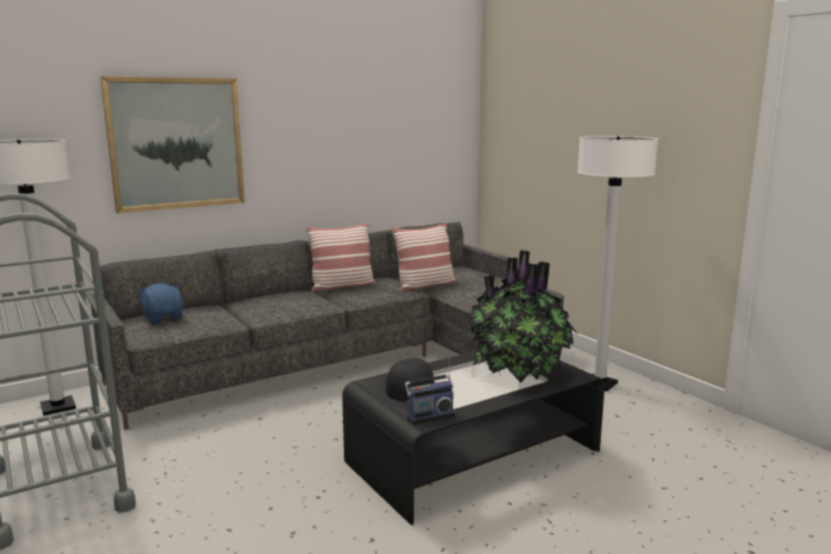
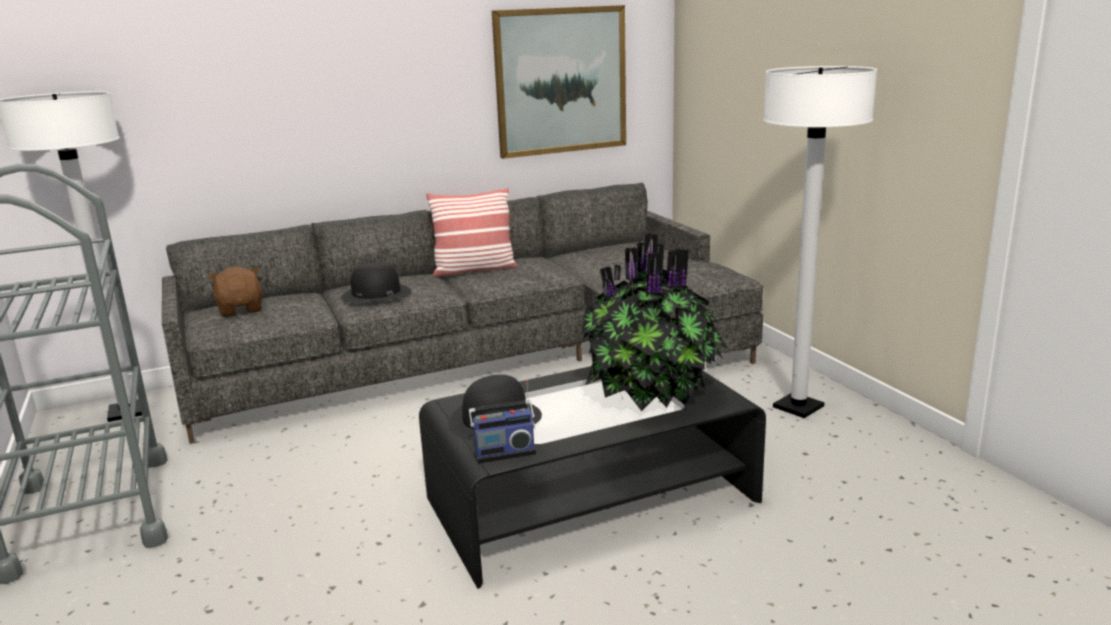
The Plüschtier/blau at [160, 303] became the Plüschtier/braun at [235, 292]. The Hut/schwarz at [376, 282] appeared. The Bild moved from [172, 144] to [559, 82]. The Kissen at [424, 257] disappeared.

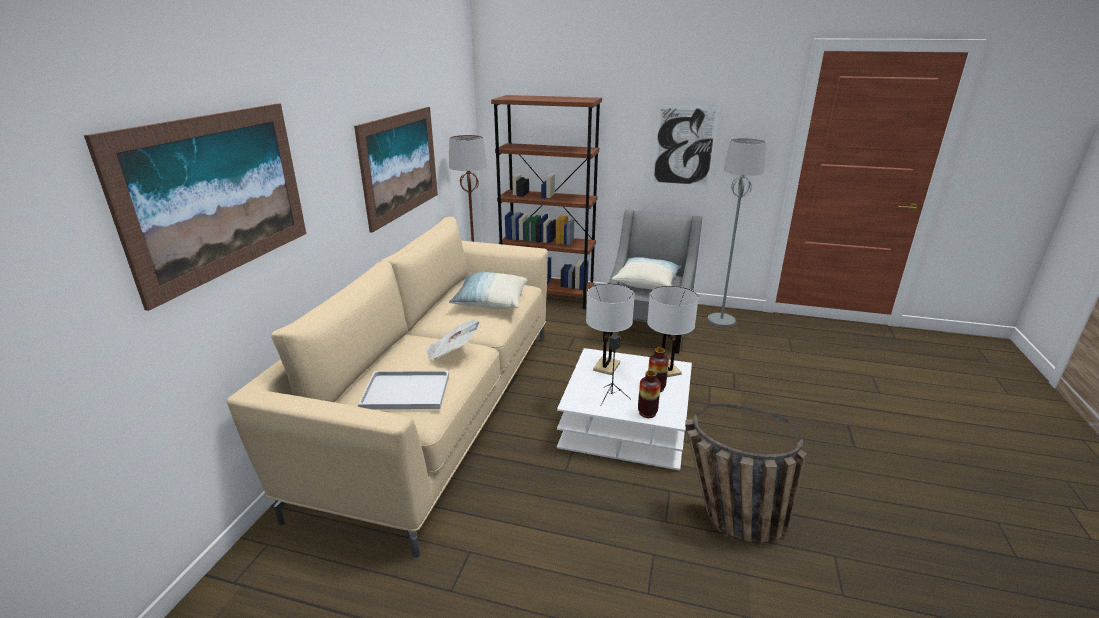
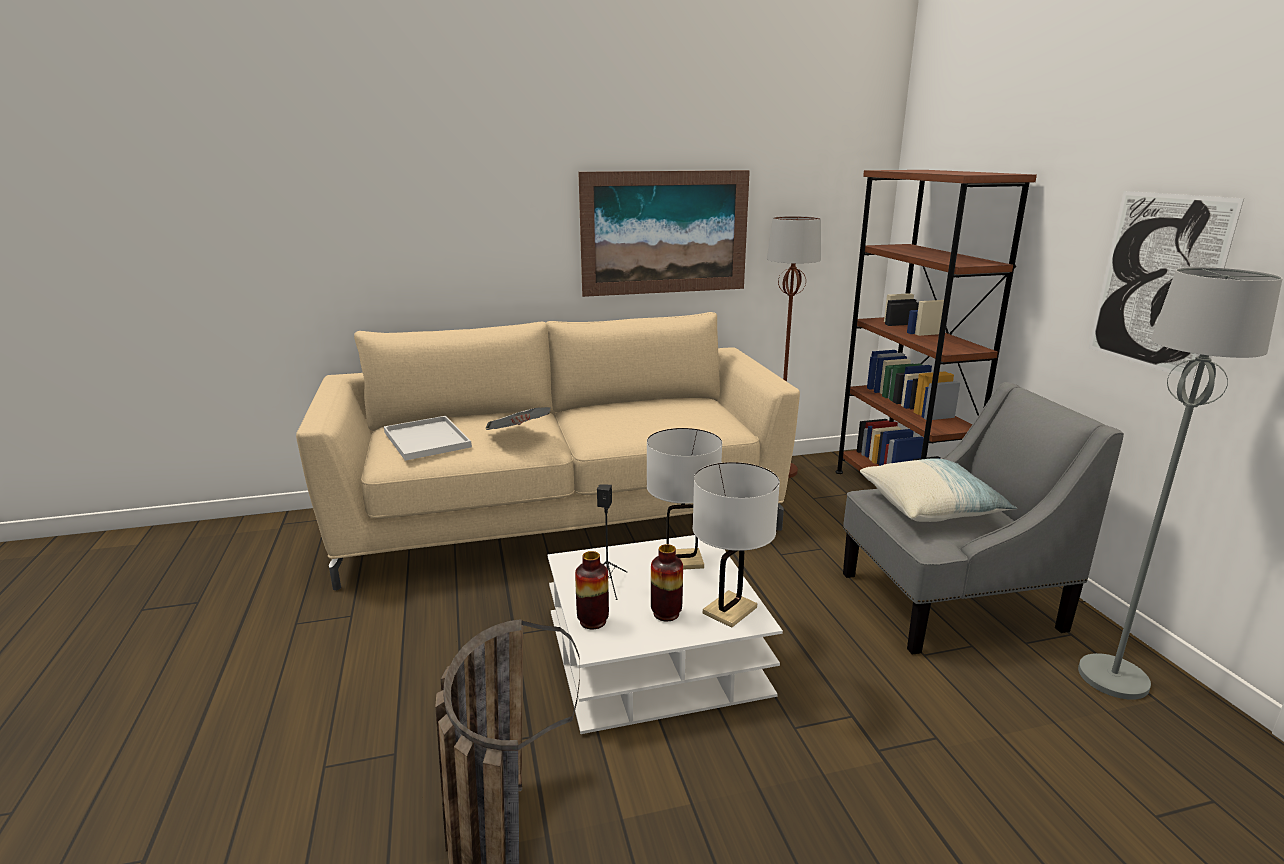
The Bild at [195, 207] disappeared. The Kissen at [488, 291] disappeared.

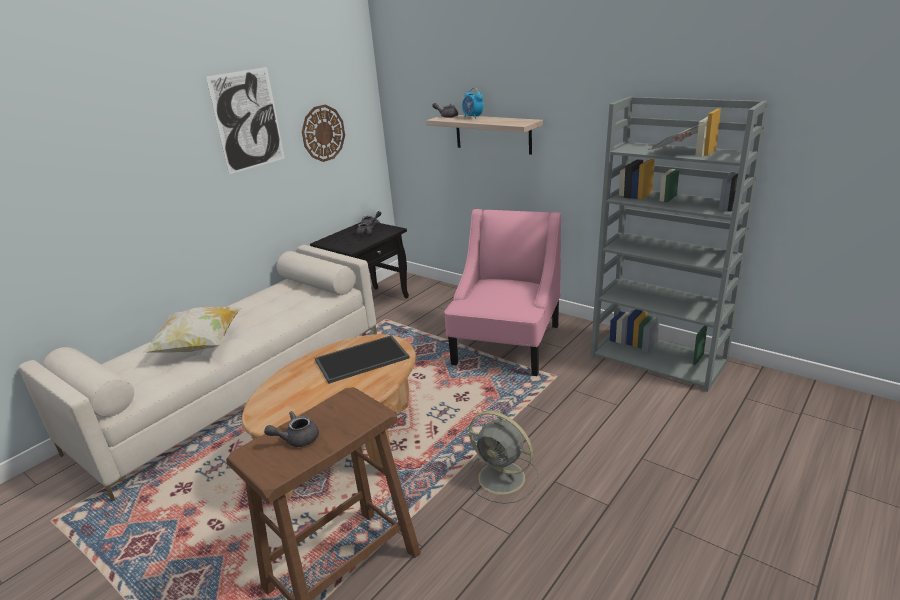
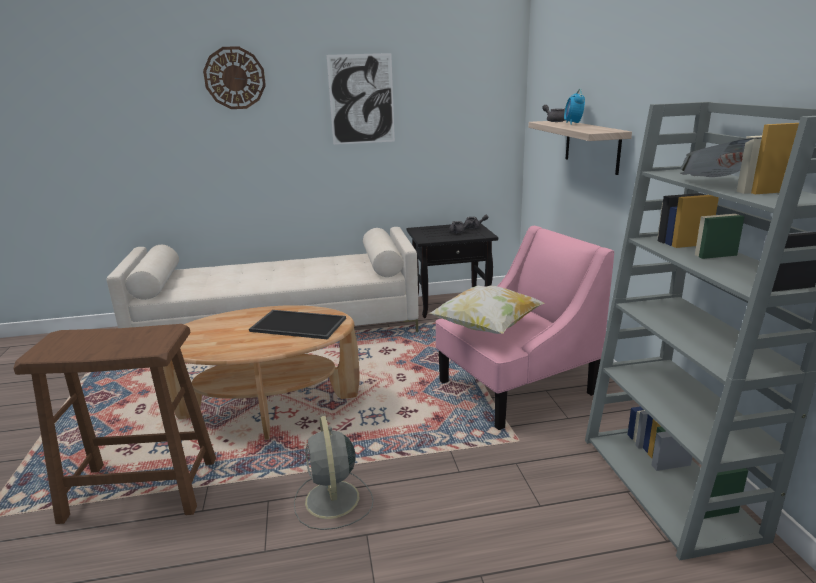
The Wanduhr moved from [323, 133] to [234, 77]. The Kissen moved from [192, 330] to [486, 310]. The Teekanne/grau at [291, 429] disappeared.

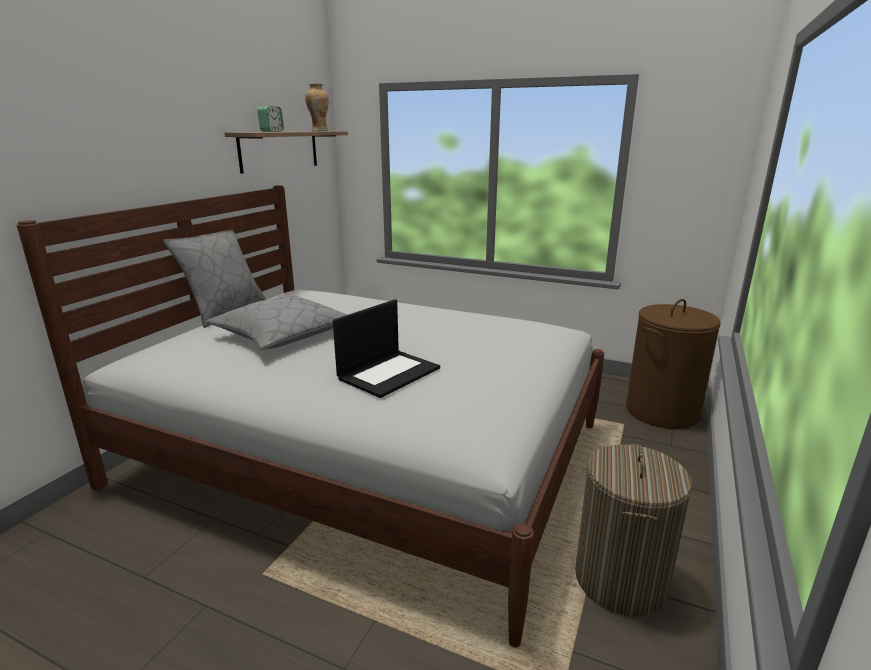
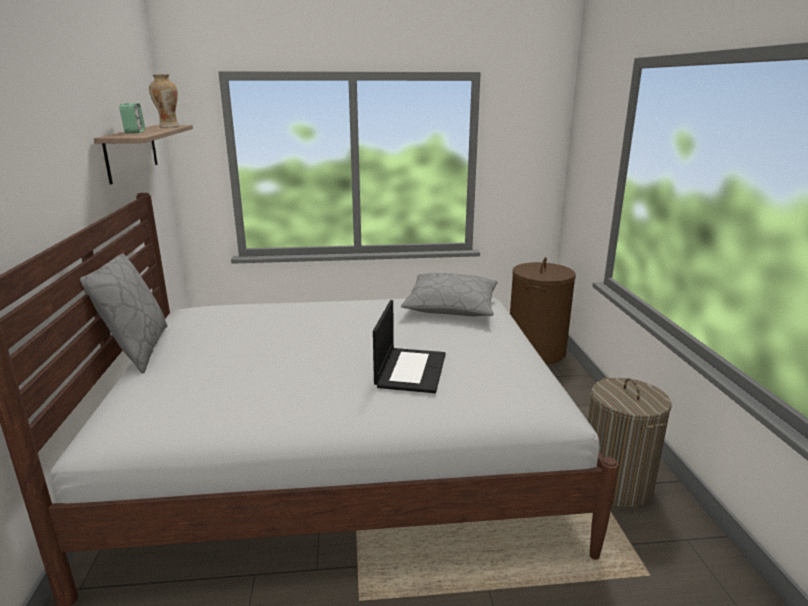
The Kissen/grau moved from [277, 322] to [449, 294].

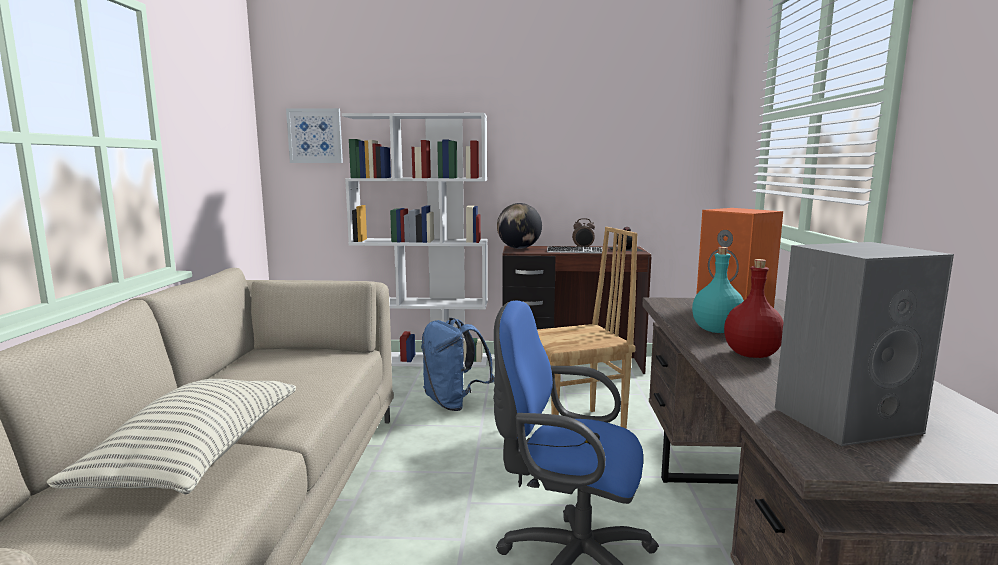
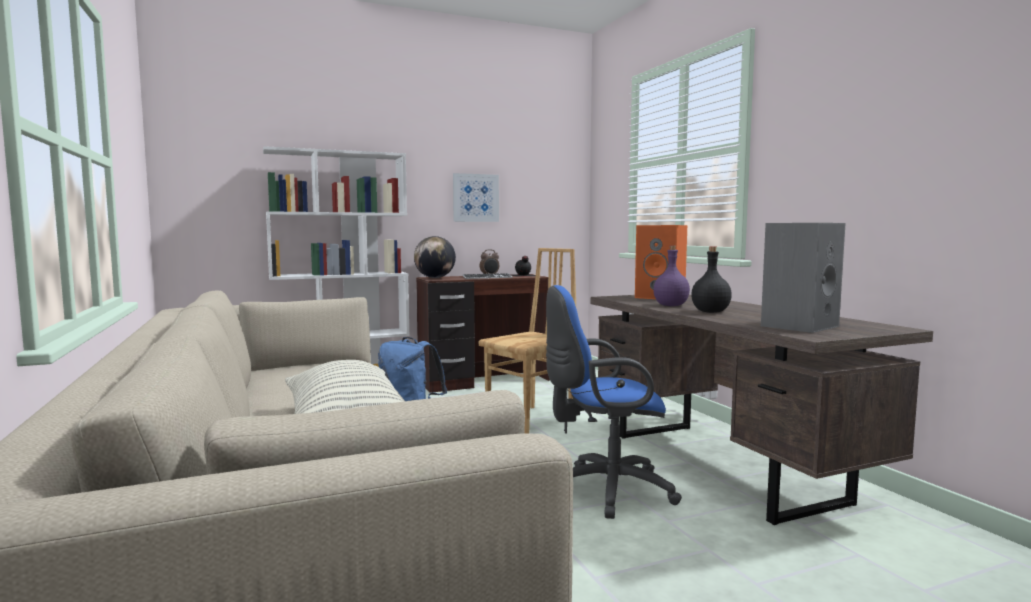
The Bild moved from [314, 135] to [476, 197]. The Flasche/türkis at [718, 290] became the Flasche/lila at [671, 275]. The Flasche/rot at [753, 308] became the Flasche/schwarz at [711, 279].

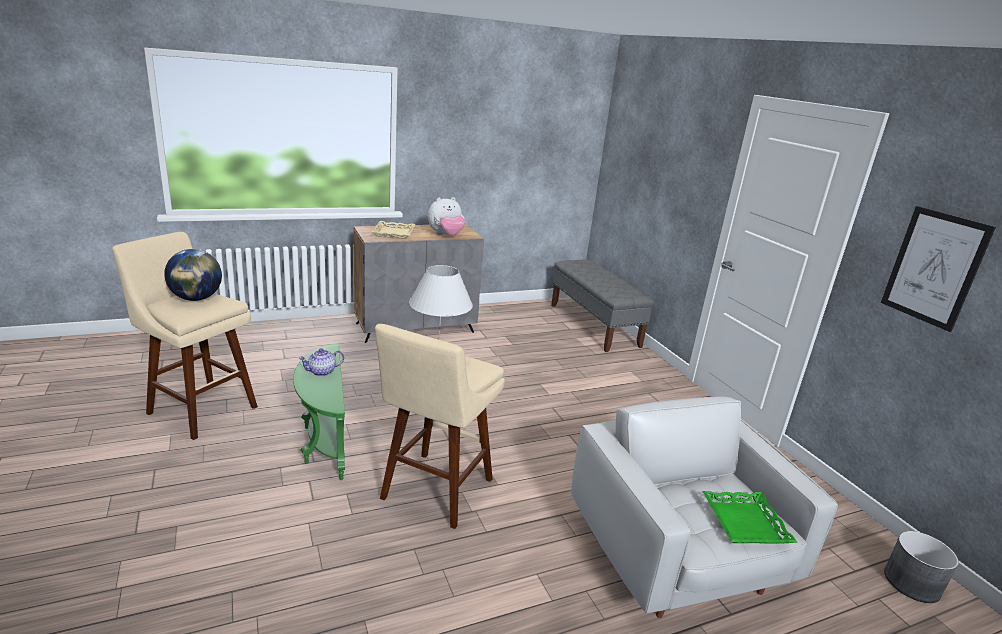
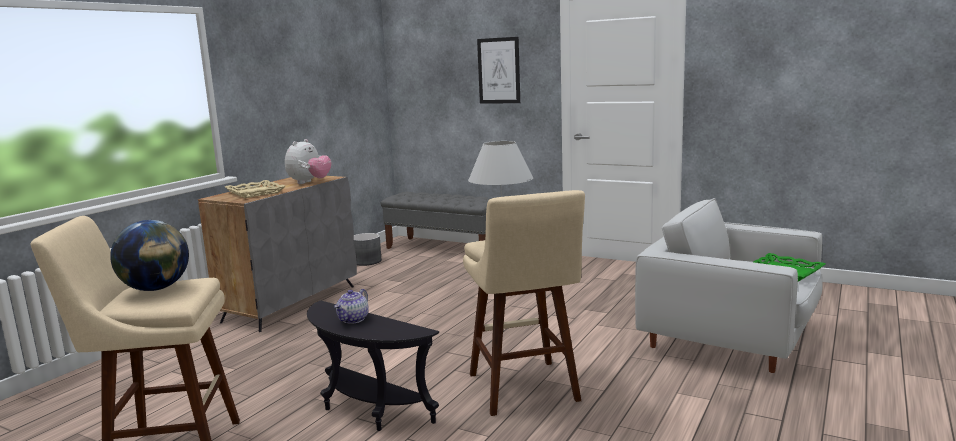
The Beistelltisch/grün at [319, 412] became the Beistelltisch/schwarz at [373, 365]. The Pflanzkübel/grau moved from [921, 567] to [368, 249]. The Bild moved from [938, 269] to [498, 70].

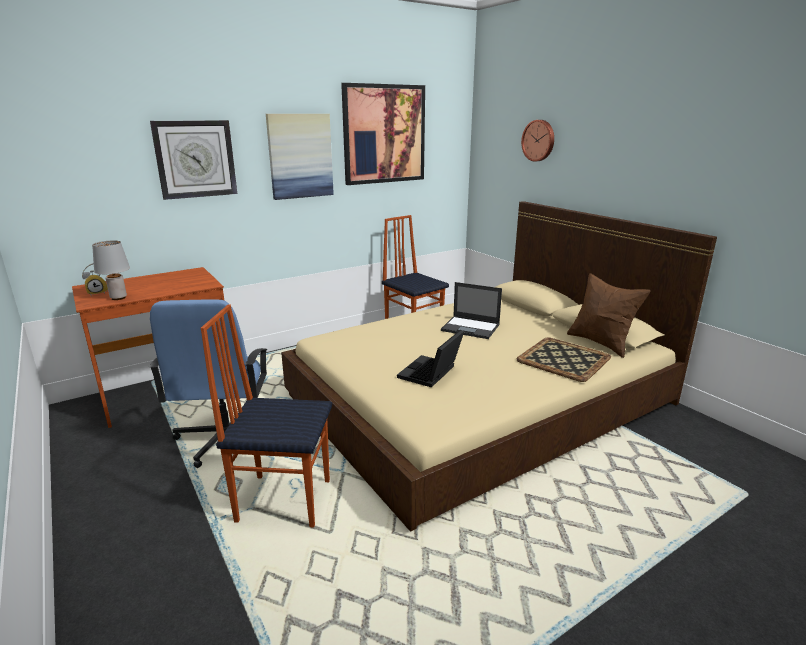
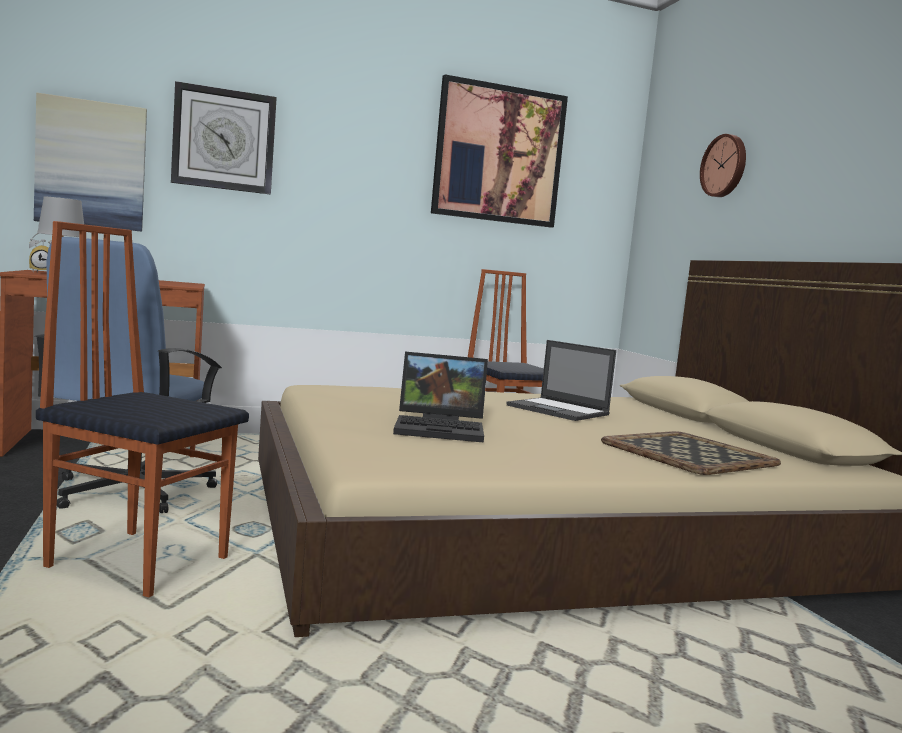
The Bild moved from [300, 157] to [90, 162]. The Laptop at [430, 359] turned 135 degrees counterclockwise. The Kissen/braun at [609, 315] disappeared.

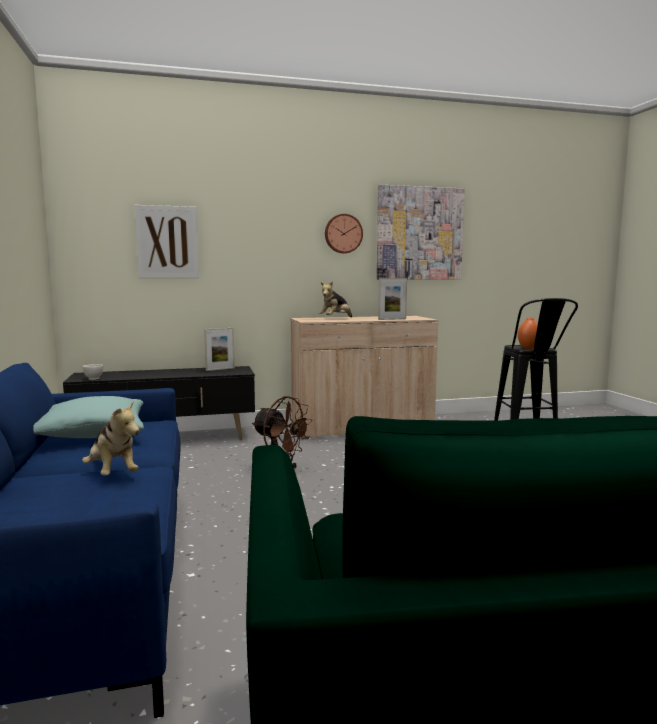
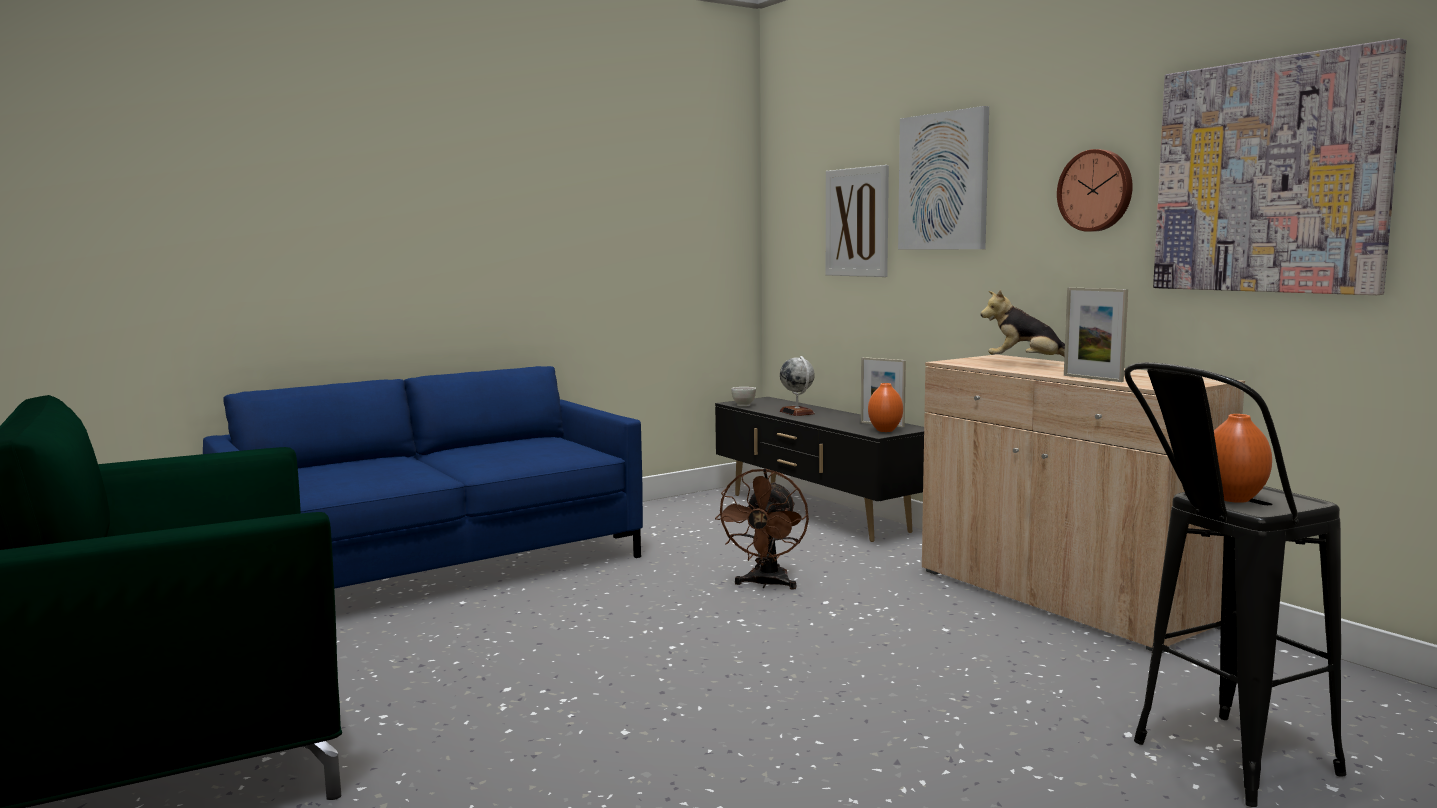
The Globus at [797, 386] appeared. The Vase/orange at [885, 407] appeared. The Bild at [943, 178] appeared. The Kissen/türkis at [88, 417] disappeared. The Plüschtier at [111, 438] disappeared.

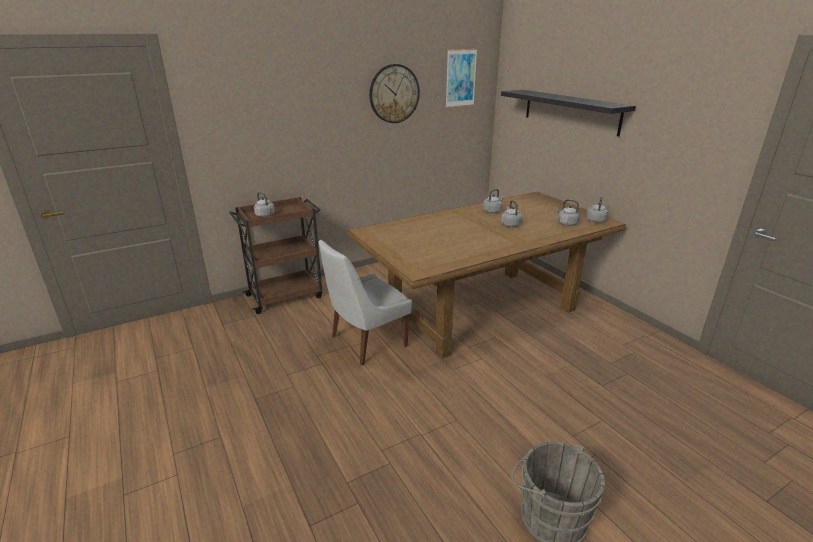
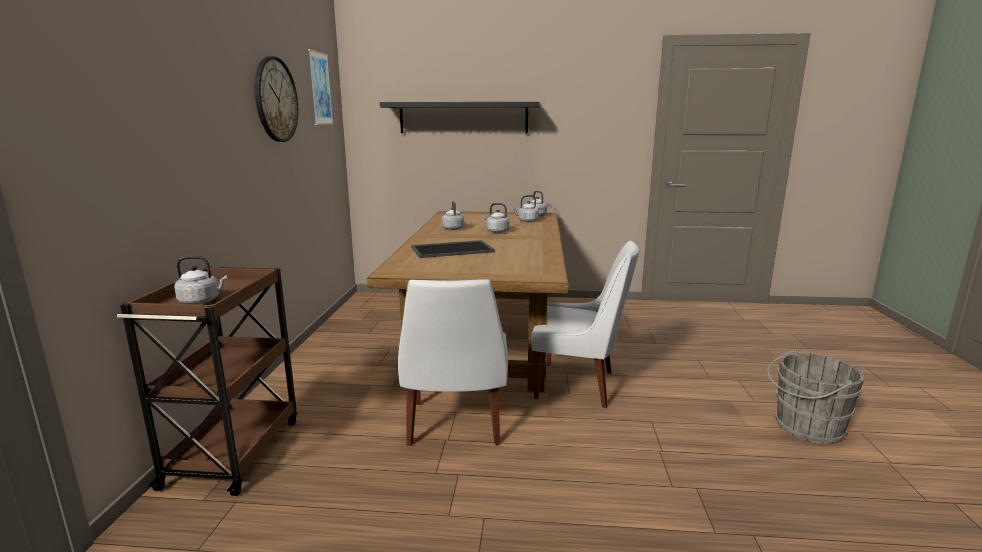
The Tablett at [453, 249] appeared. The Stuhl/weiß at [585, 324] appeared.

